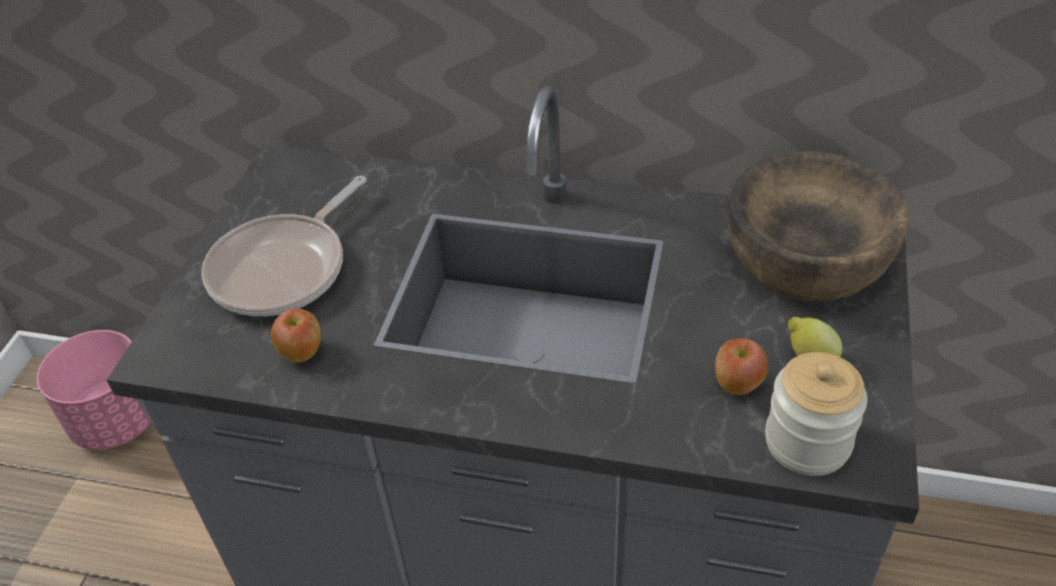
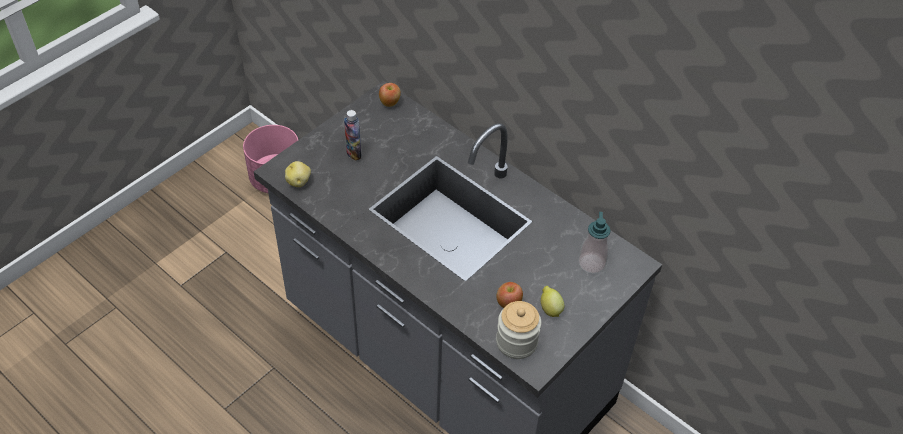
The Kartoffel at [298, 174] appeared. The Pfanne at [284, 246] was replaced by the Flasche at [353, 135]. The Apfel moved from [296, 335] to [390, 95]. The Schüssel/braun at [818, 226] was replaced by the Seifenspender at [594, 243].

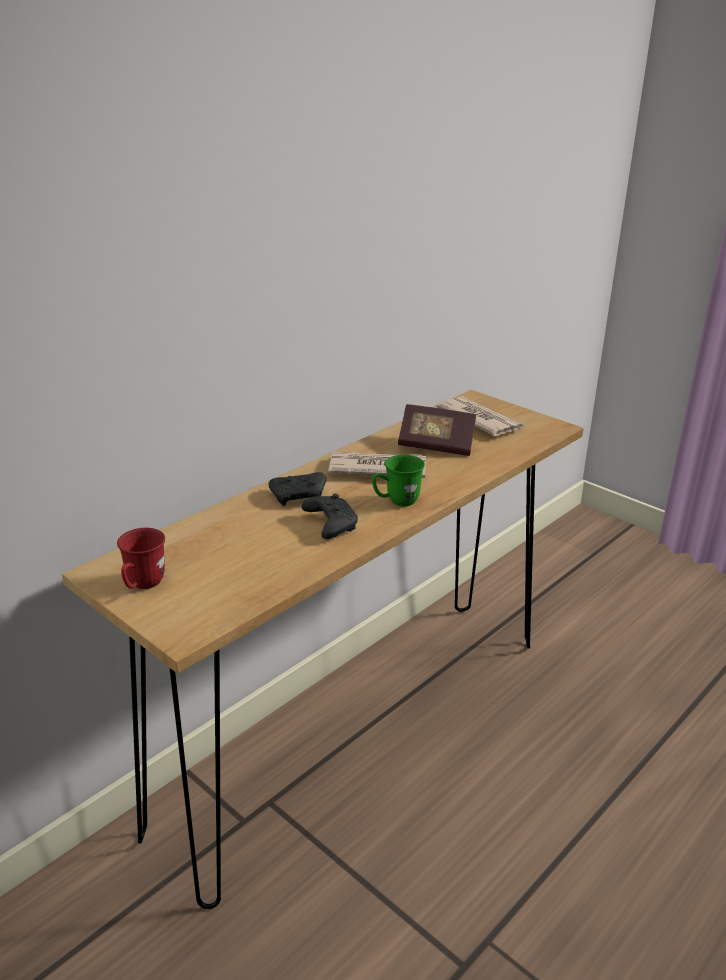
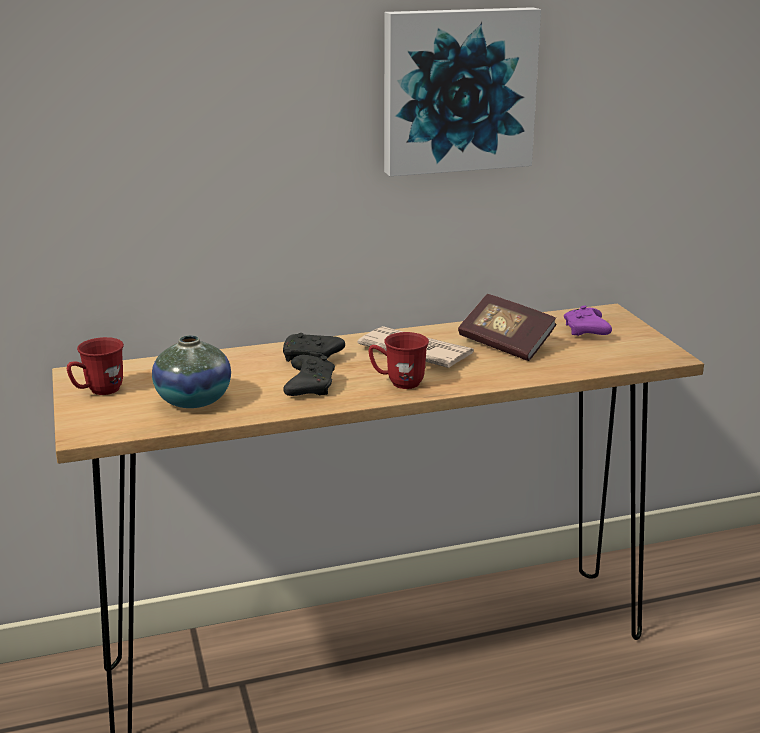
The Vase at [191, 371] appeared. The Henkelbecher/grün at [398, 480] became the Henkelbecher/rot at [398, 360]. The Bild at [462, 91] appeared. The Zeitung at [480, 416] was replaced by the Gamepad/lila at [588, 320].

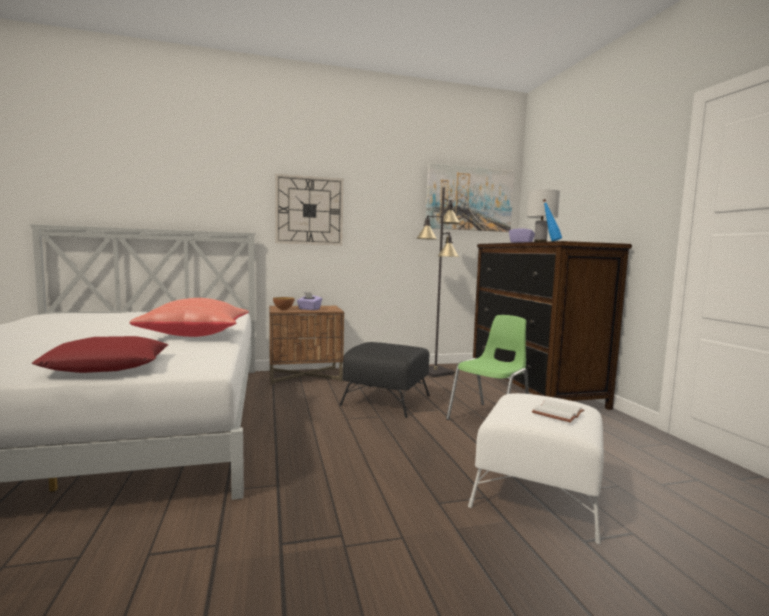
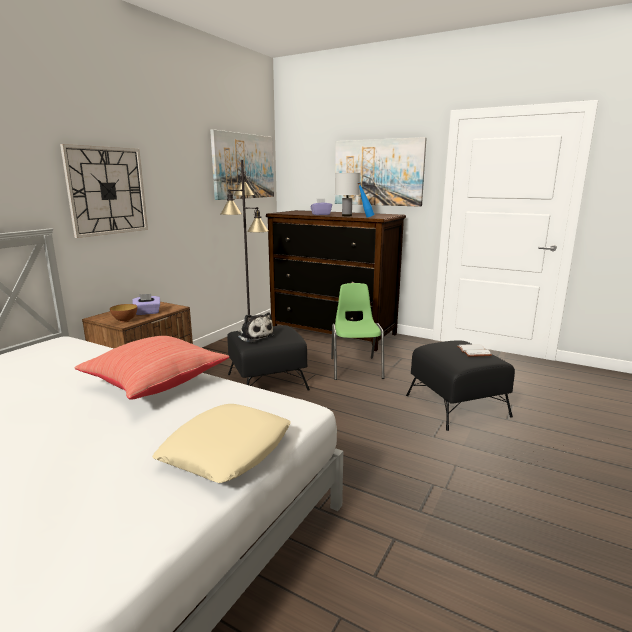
The Kissen/rot at [99, 354] became the Kissen/beige at [221, 443]. The Plüschtier at [255, 327] appeared. The Bild at [381, 172] appeared. The Polsterhocker/weiß at [536, 468] became the Polsterhocker/schwarz at [460, 385].

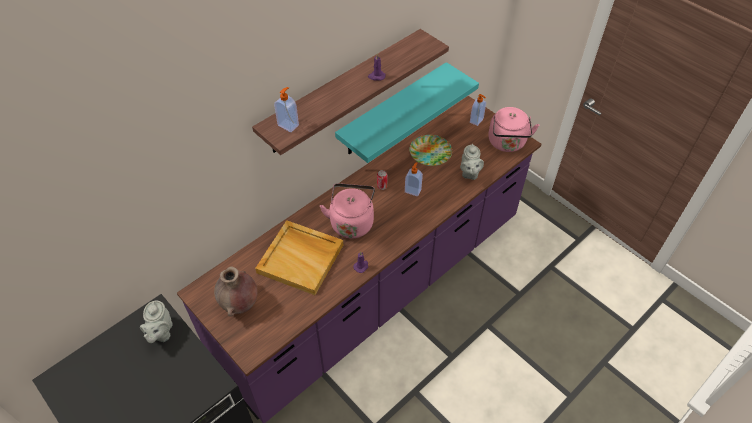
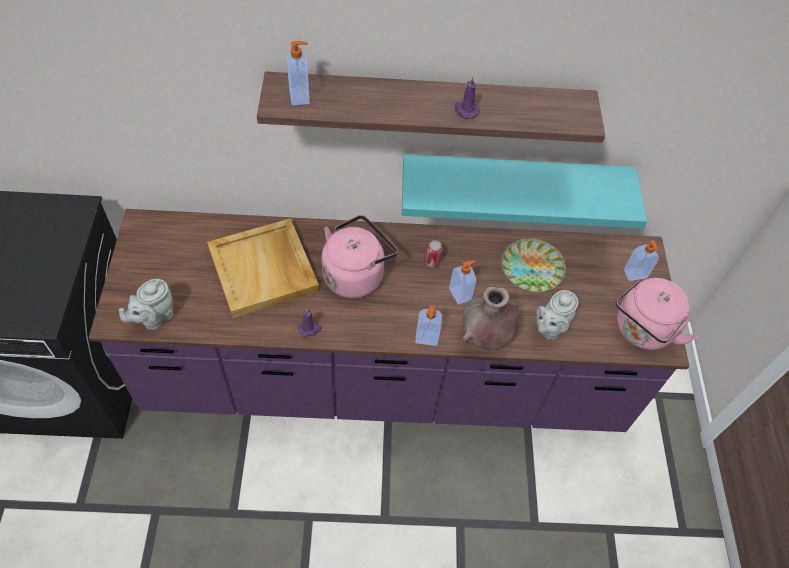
The Teekanne/grau moved from [156, 322] to [146, 304]. The Seifenspender at [428, 325] appeared. The Vase/braun moved from [236, 291] to [491, 318].

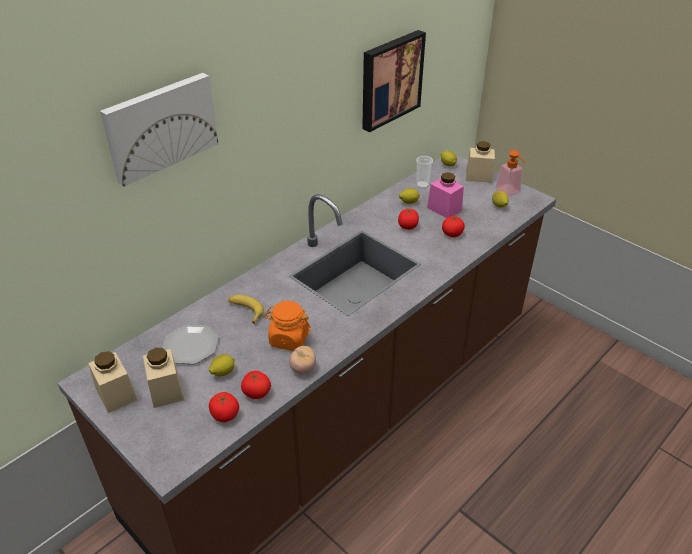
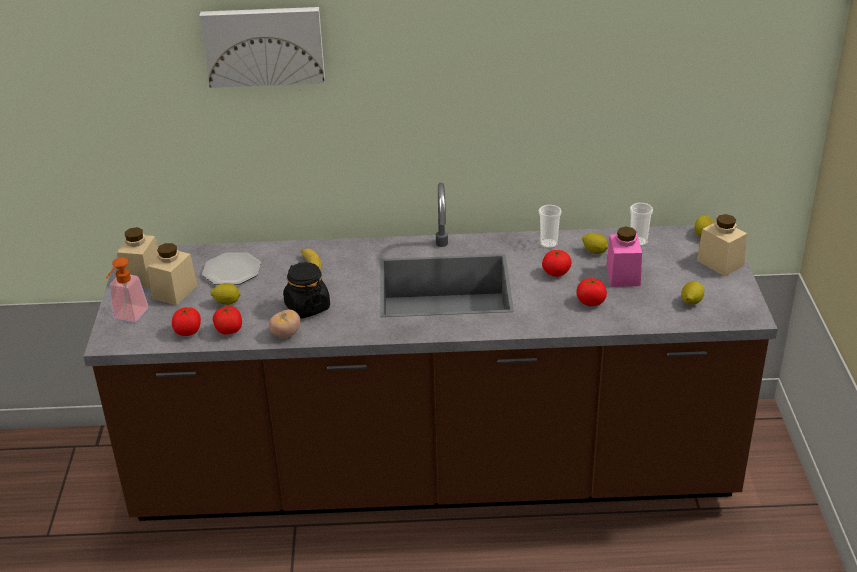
The Seifenspender moved from [510, 173] to [127, 289]. The Vorratsglas/orange at [288, 326] became the Vorratsglas/schwarz at [306, 290]. The Tasse at [550, 227] appeared. The Bild at [394, 81] disappeared.

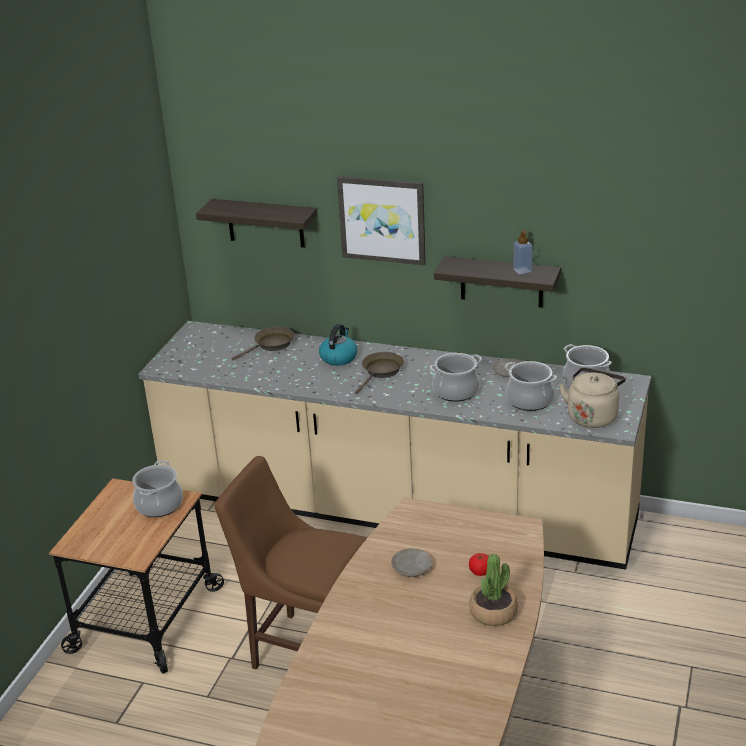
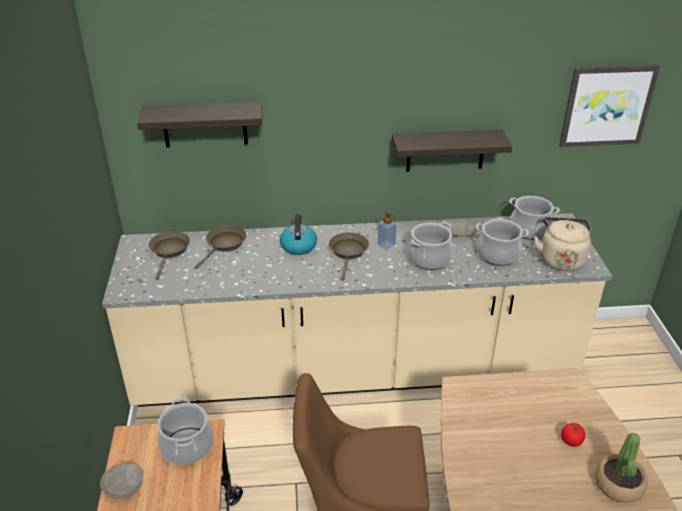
The Teller/beige moved from [411, 562] to [122, 481]. The Pfanne/braun at [169, 255] appeared. The Seifenspender moved from [523, 252] to [387, 230]. The Bild moved from [381, 220] to [609, 106].

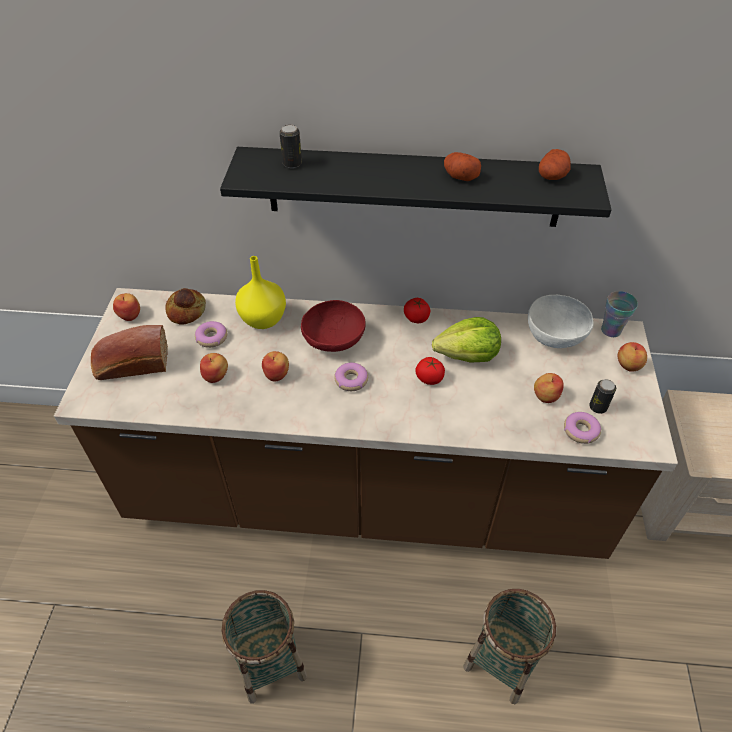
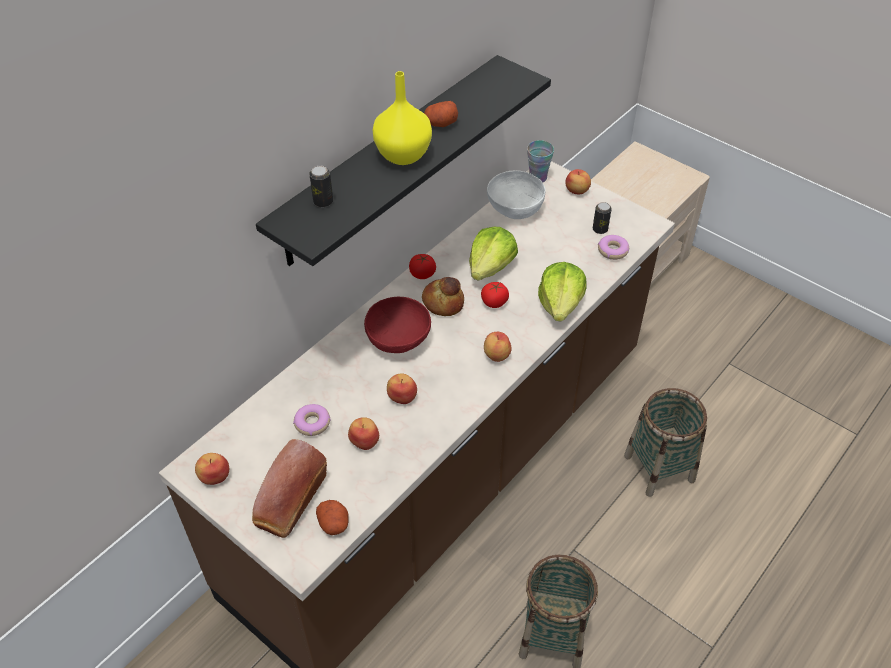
The Kartoffel moved from [555, 164] to [332, 517]. The Vase/gelb moved from [260, 292] to [402, 118]. The Brot moved from [185, 306] to [443, 296]. The Apfel moved from [549, 388] to [498, 347]. The Salatkopf at [562, 291] appeared. The Donut at [351, 377] disappeared.

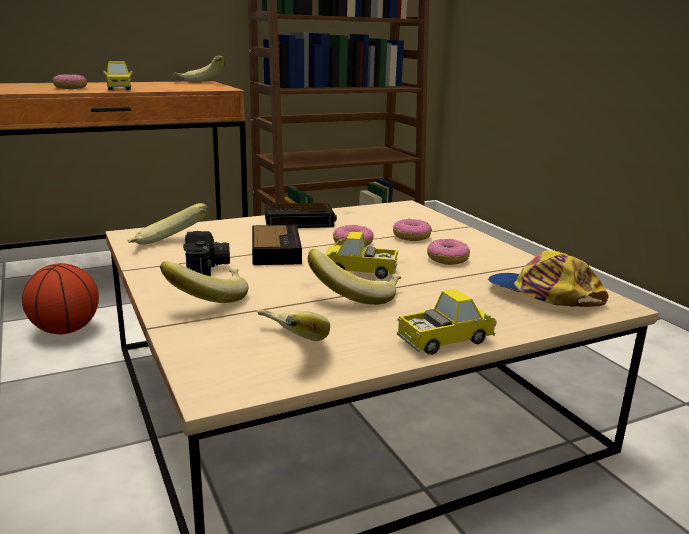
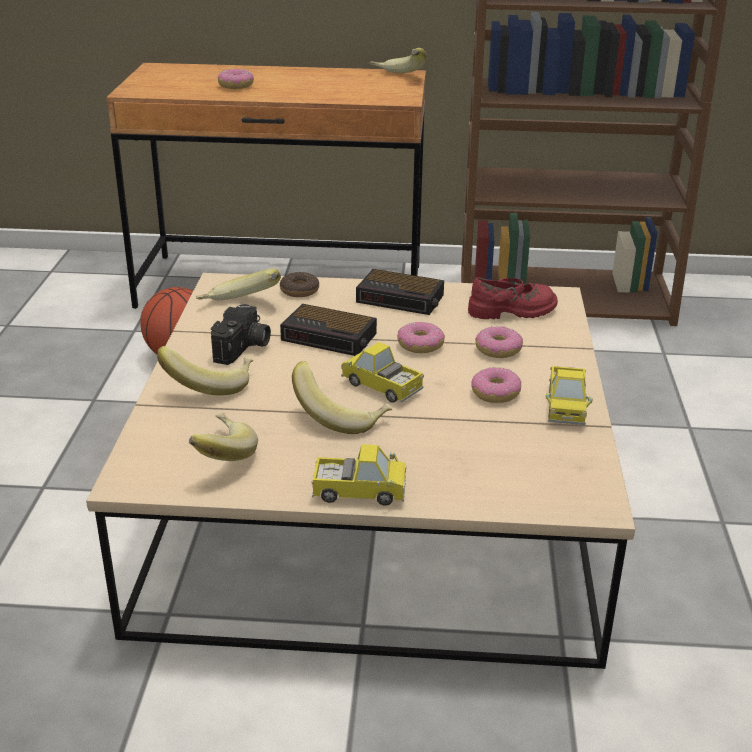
The Donut at [299, 284] appeared. The Wecker at [277, 245] turned 90 degrees clockwise. The Schuh/rot at [513, 298] appeared. The Spielzeuglaster moved from [118, 75] to [569, 395]. The Kappe at [548, 278] disappeared.

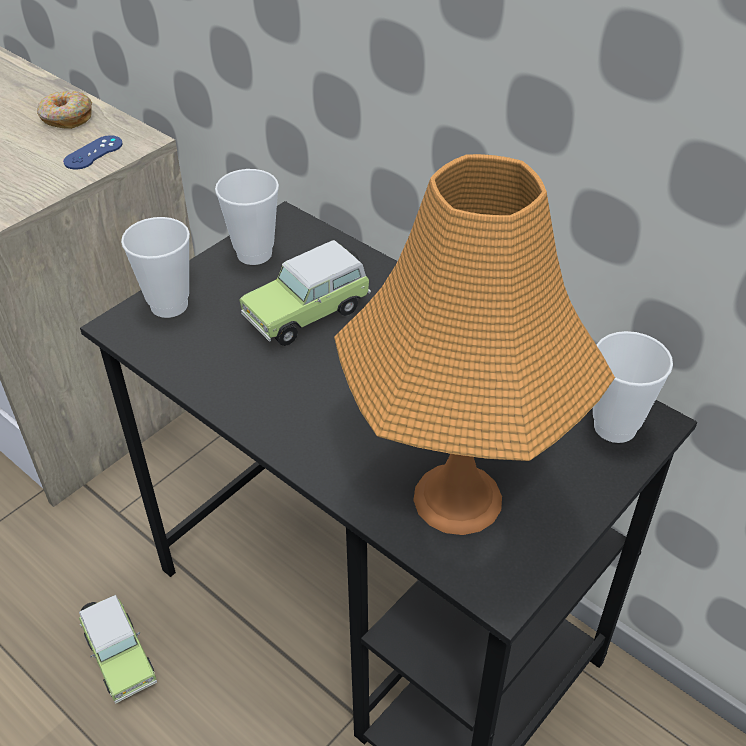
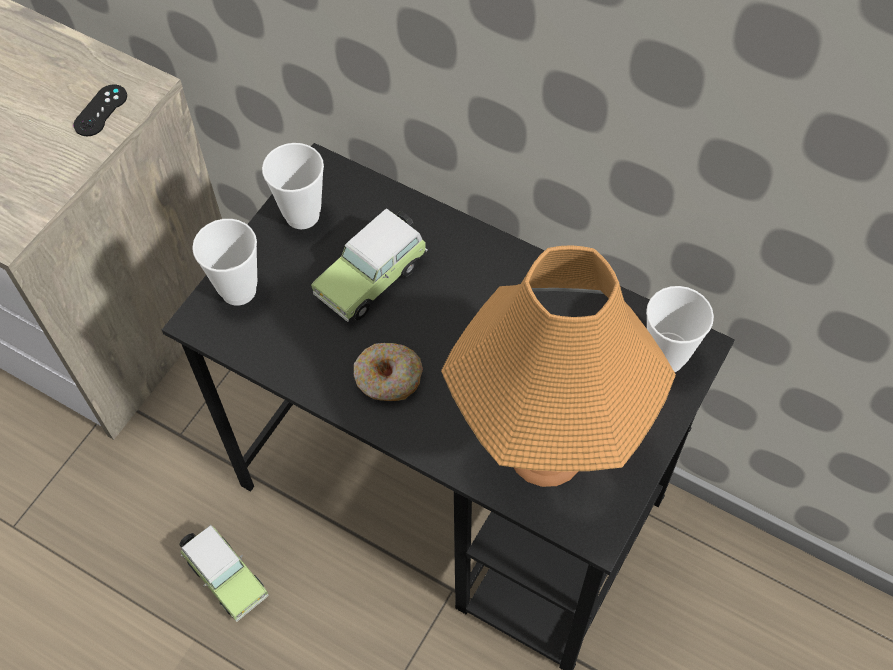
The Gamepad/blau at [93, 152] became the Gamepad/schwarz at [100, 110]. The Donut moved from [64, 110] to [388, 372].

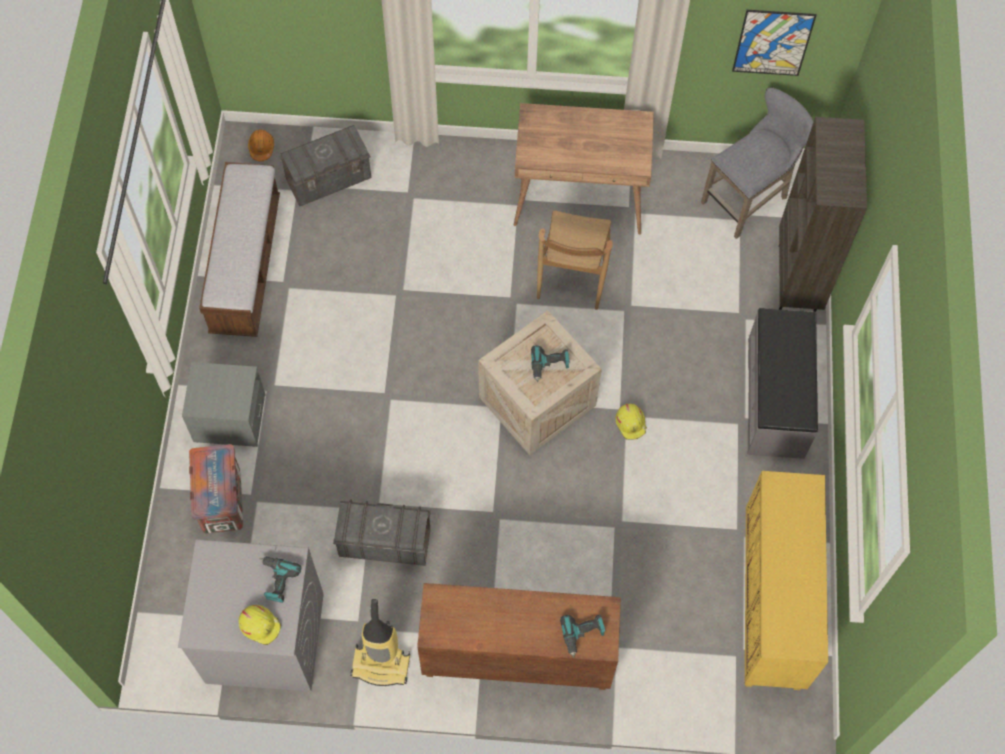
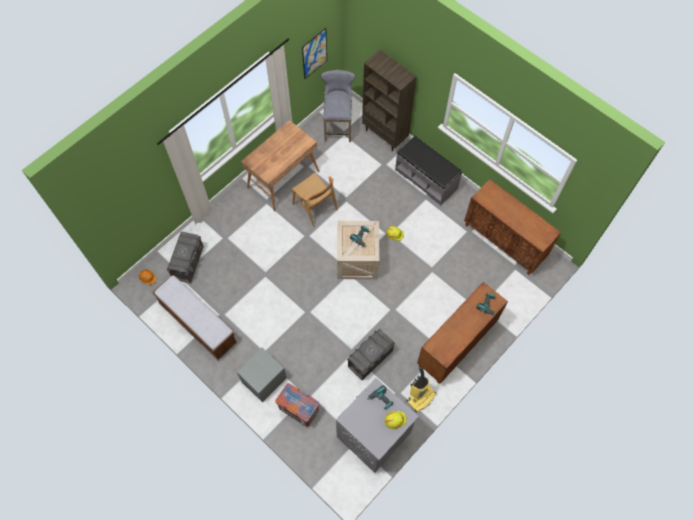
The Schrank/gelb at [786, 580] became the Schrank/braun at [512, 227].

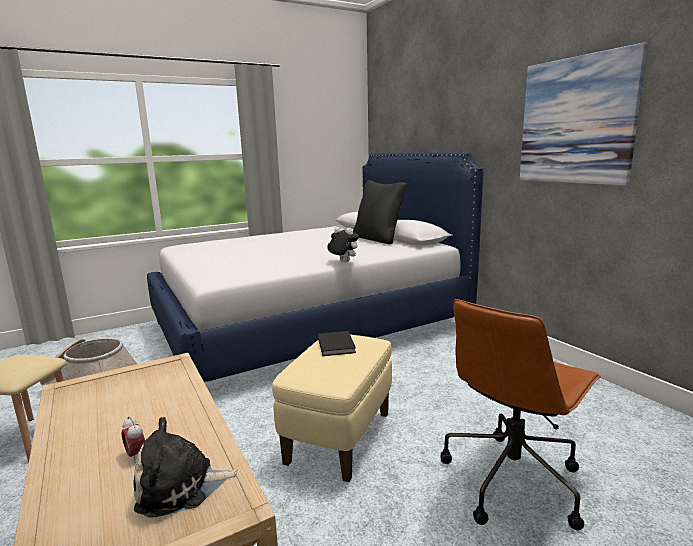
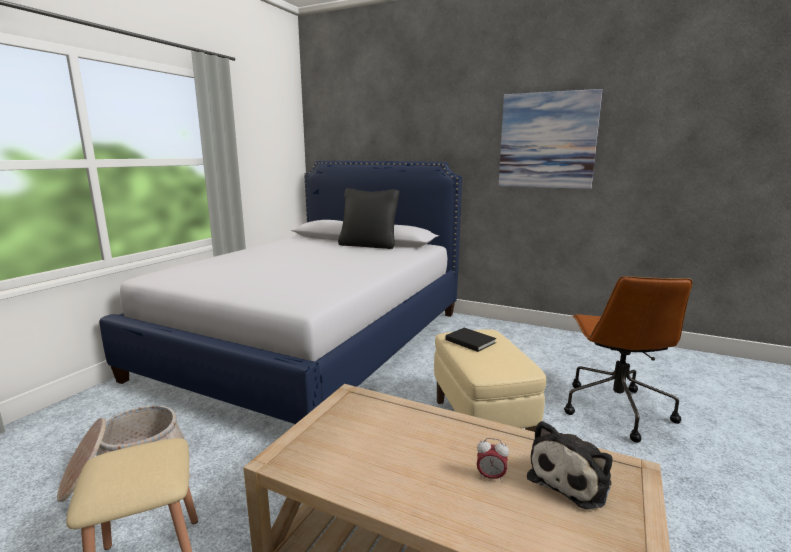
The Plüschtier at [343, 244] disappeared.

